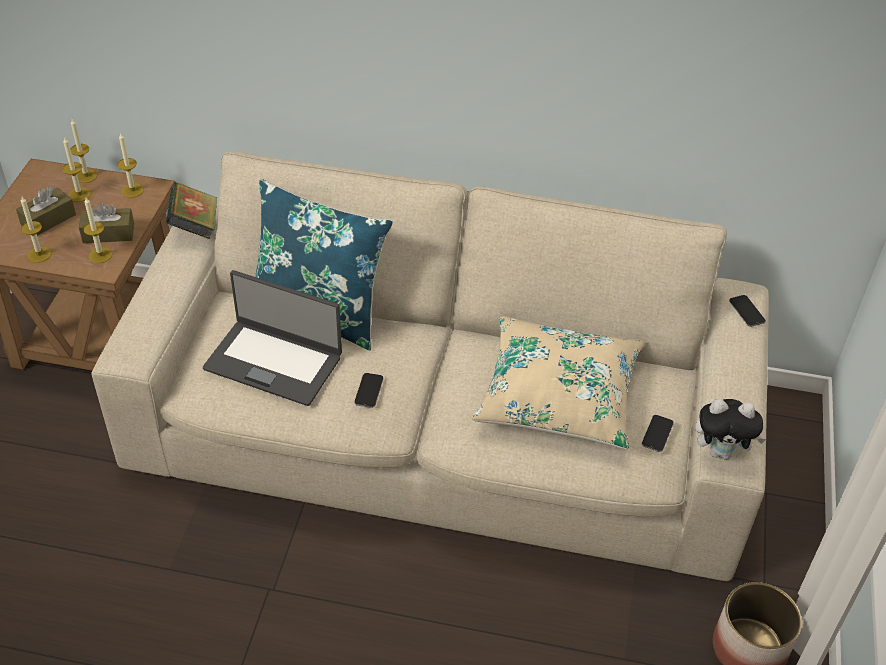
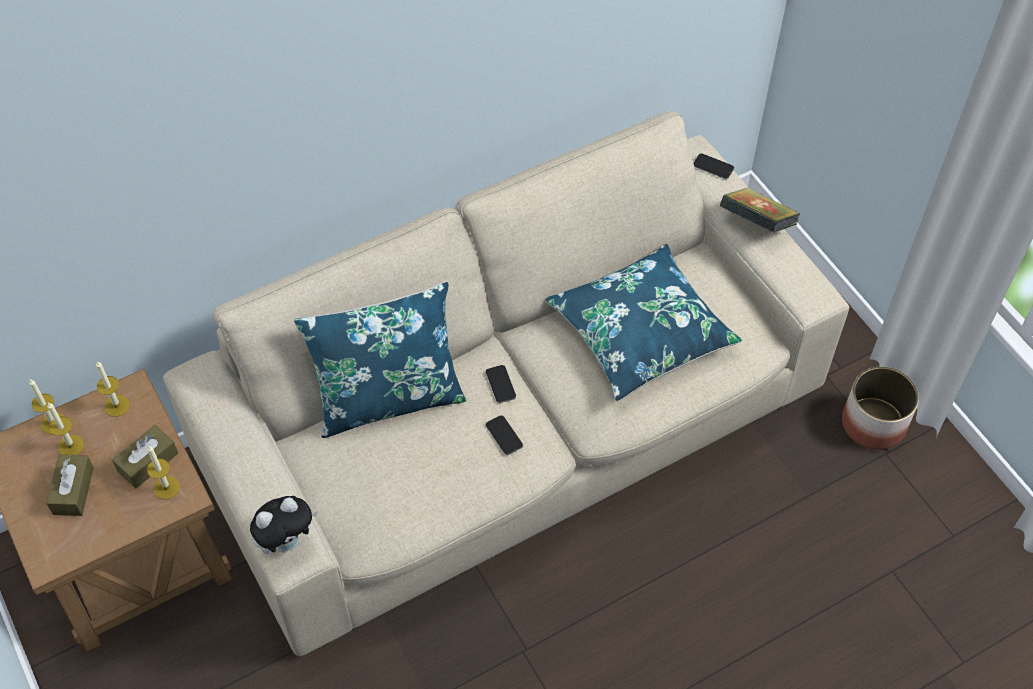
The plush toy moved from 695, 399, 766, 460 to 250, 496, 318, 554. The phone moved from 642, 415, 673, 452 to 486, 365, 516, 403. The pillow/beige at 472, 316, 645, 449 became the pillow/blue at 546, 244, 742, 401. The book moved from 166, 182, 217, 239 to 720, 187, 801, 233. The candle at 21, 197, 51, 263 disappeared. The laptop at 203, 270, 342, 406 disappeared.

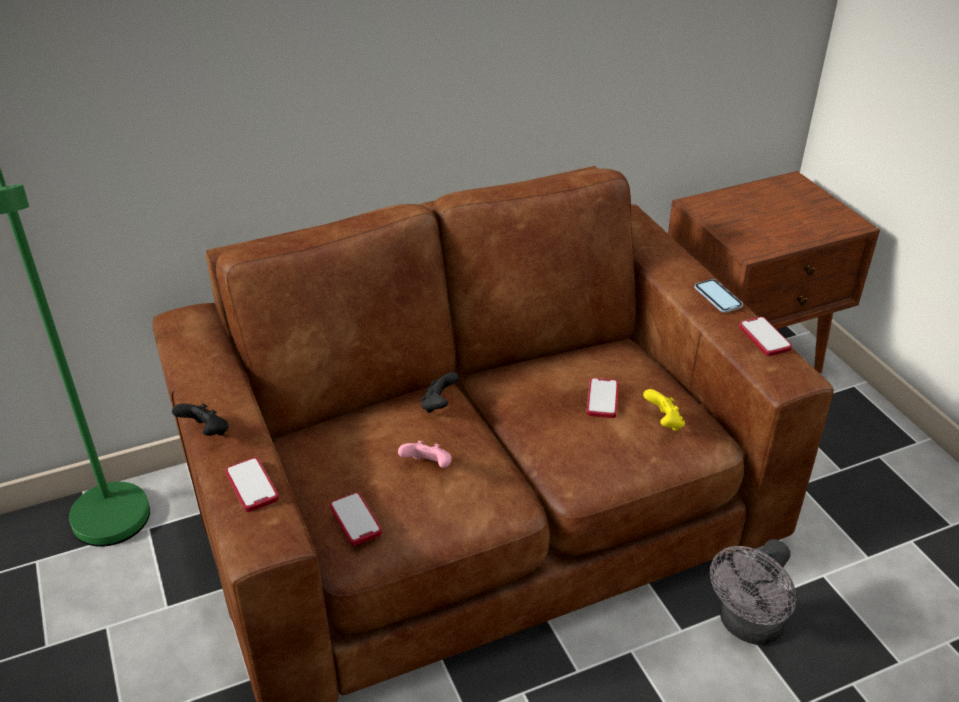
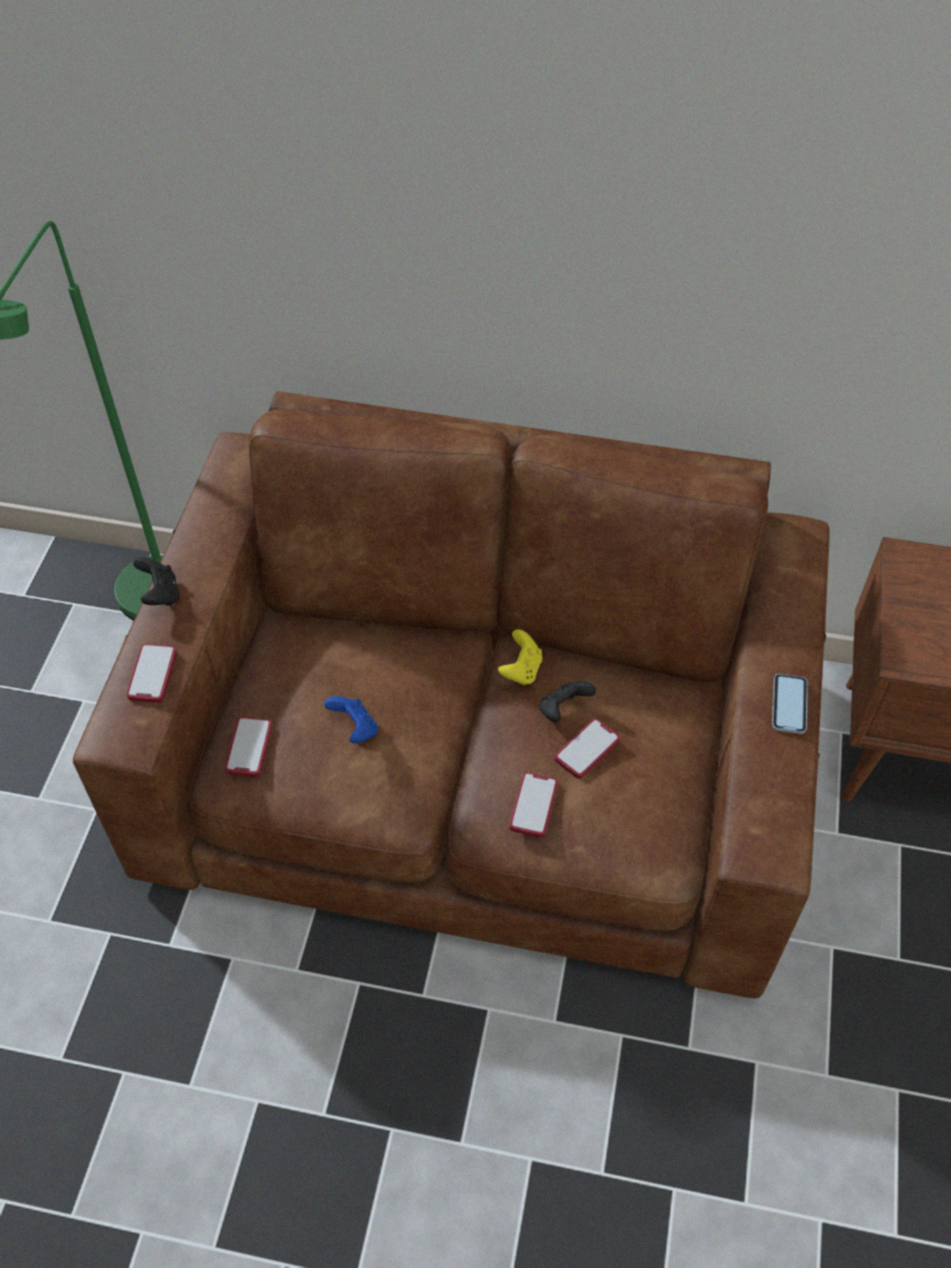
The game controller/pink at 398, 441, 452, 468 became the game controller/blue at 324, 696, 378, 743. The game controller/yellow moved from 643, 389, 685, 431 to 498, 629, 542, 685. The phone moved from 739, 317, 792, 356 to 509, 772, 558, 837. The game controller/black moved from 421, 372, 459, 413 to 539, 681, 596, 722. The fan/grey at 710, 539, 797, 645 disappeared.

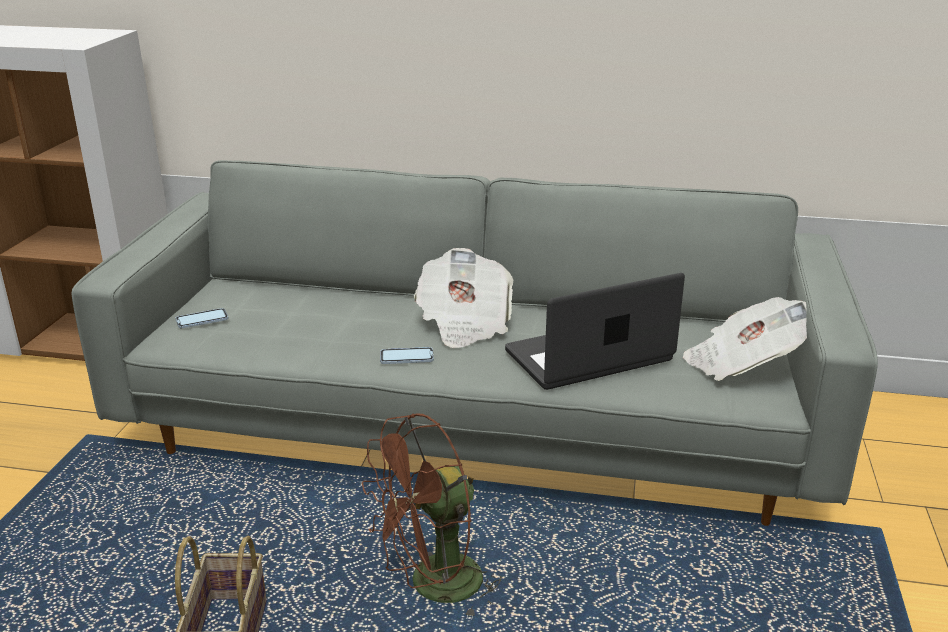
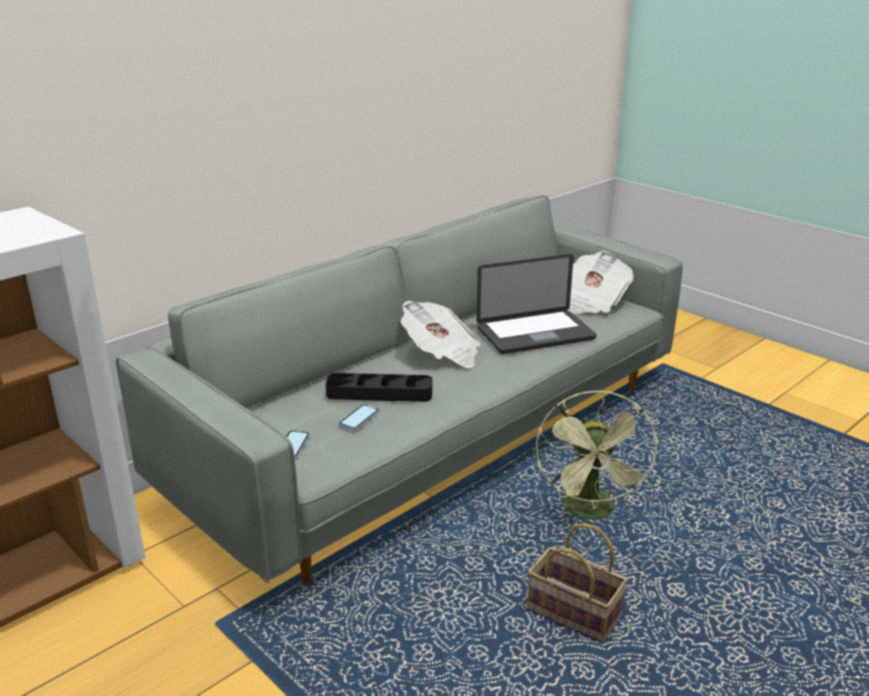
The tray/black at 325, 373, 433, 402 appeared. The phone moved from 380, 347, 434, 364 to 339, 404, 379, 431. The laptop at 505, 273, 685, 390 turned 120 degrees counterclockwise. The fan/brown at 362, 413, 502, 620 became the fan/green at 536, 390, 658, 520.

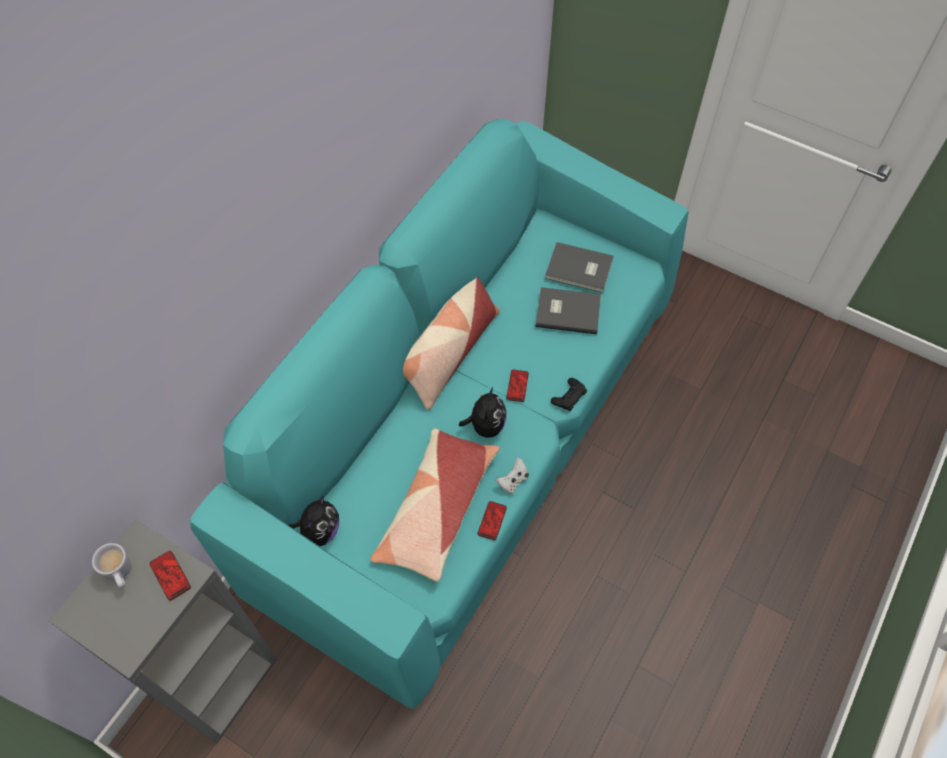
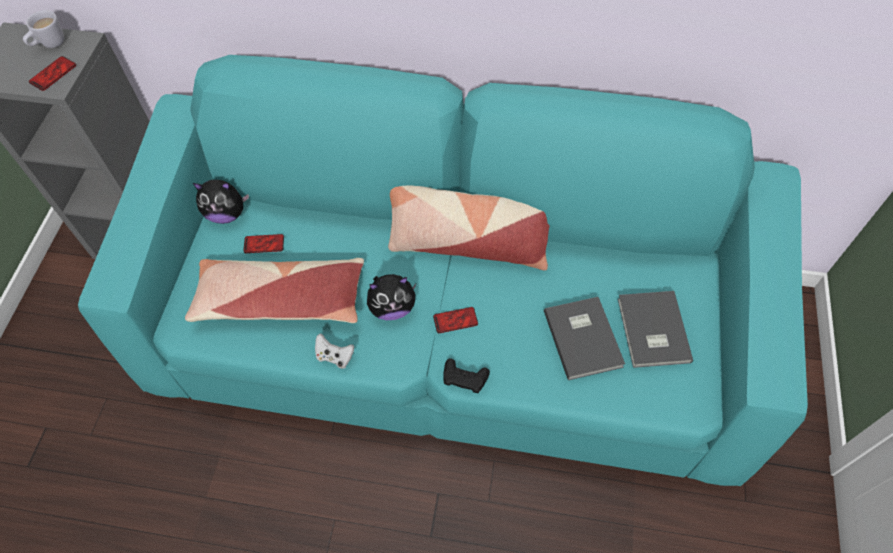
The phone moved from 478, 501, 507, 540 to 243, 234, 284, 253.

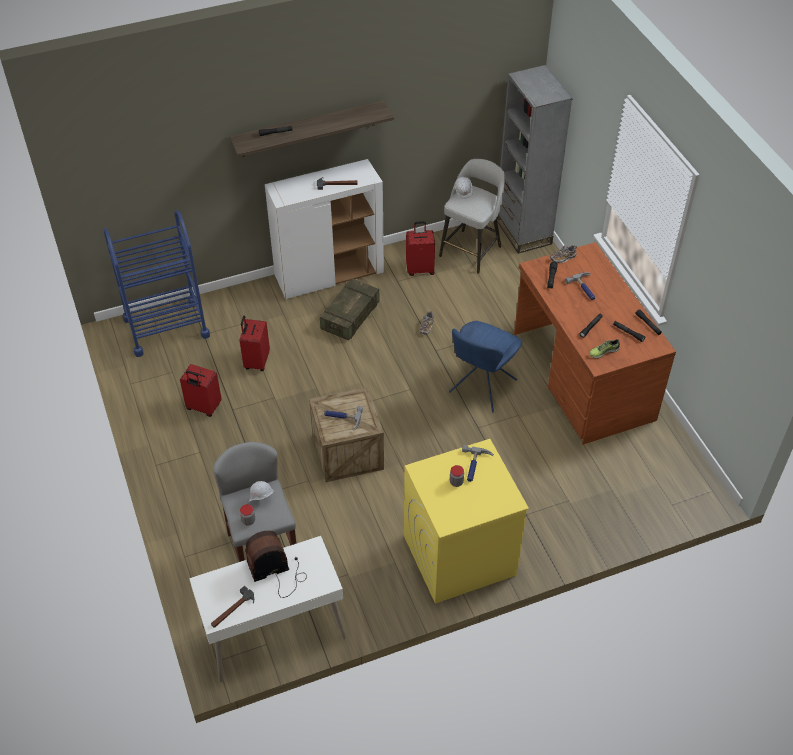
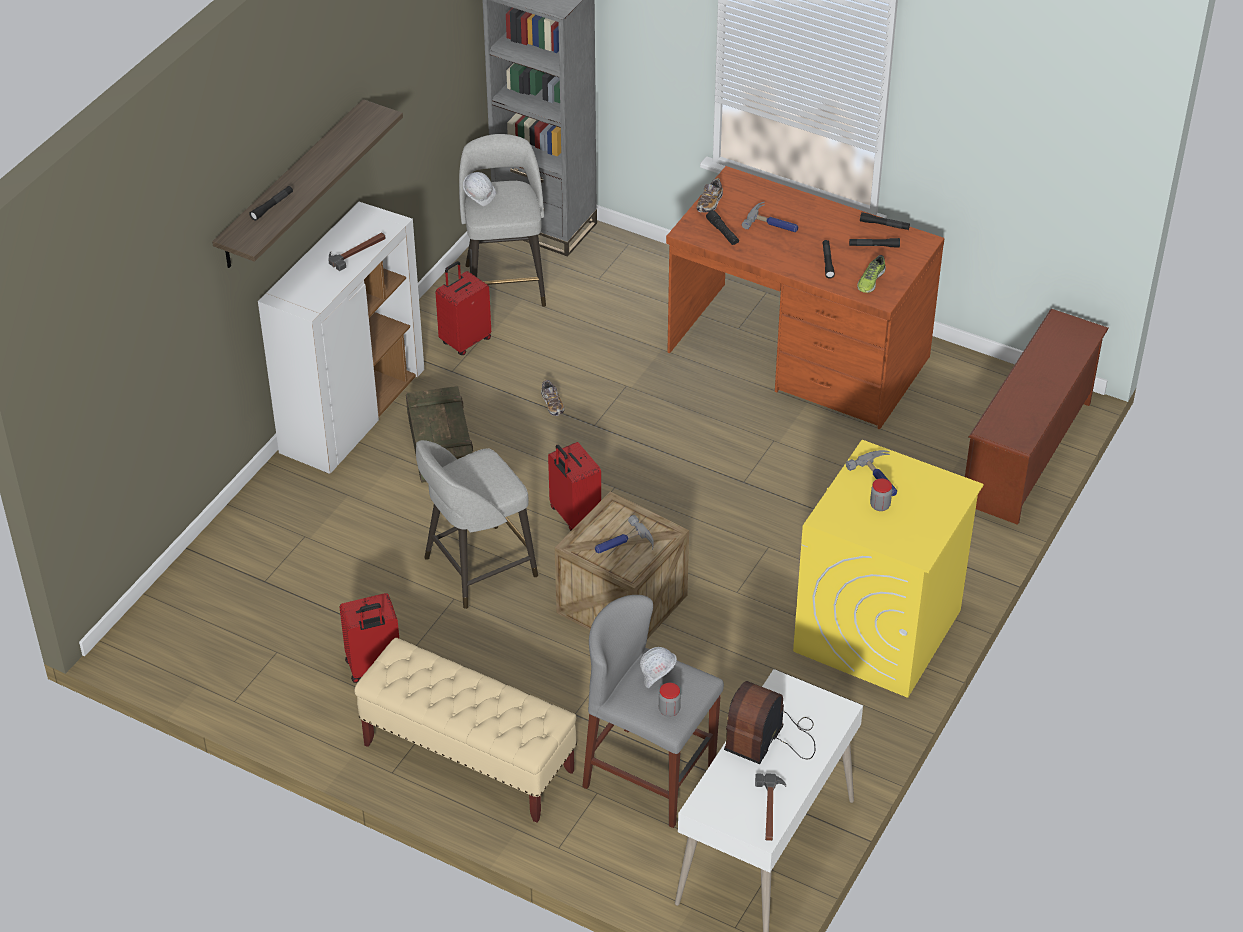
The bench/beige at 355, 638, 577, 823 appeared. The stool/grey at 416, 440, 538, 609 appeared. The suitcase/red moved from 240, 316, 270, 371 to 548, 442, 601, 531. The shoe rack/brown at 965, 309, 1109, 525 appeared. The cart/blue at 103, 210, 210, 357 disappeared. The chair/blue at 449, 321, 522, 413 disappeared.

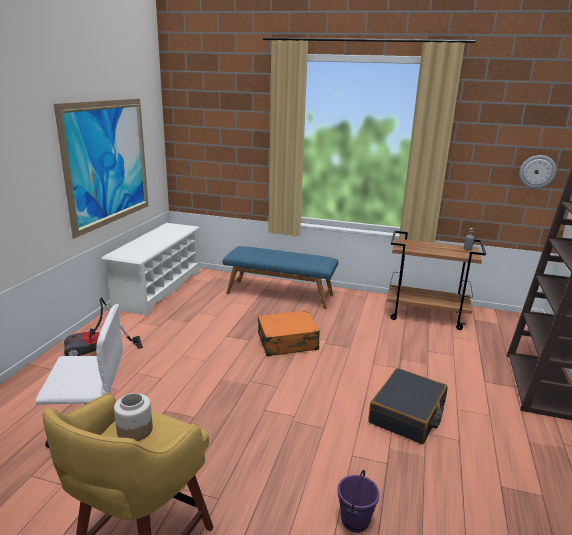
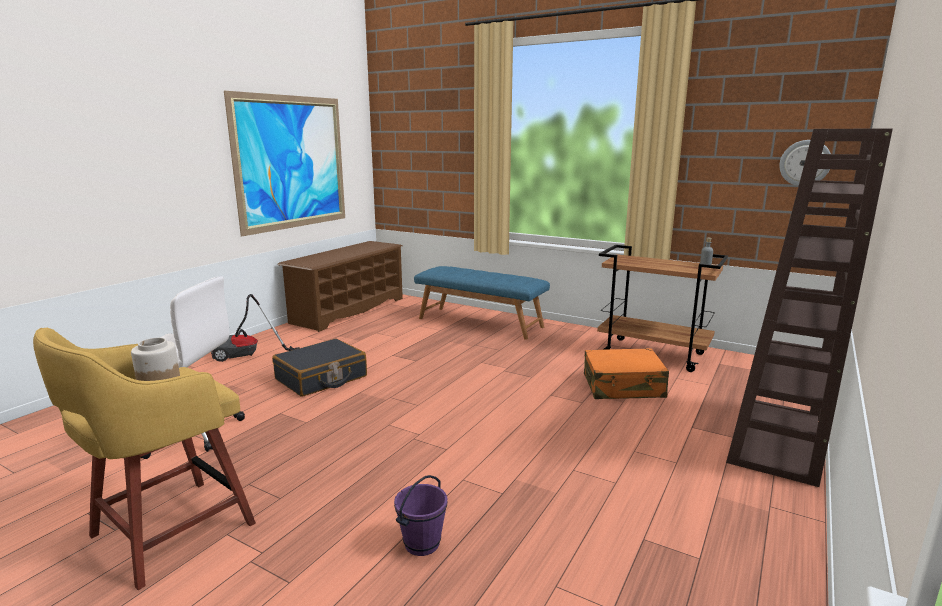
The suitcase/black moved from 369, 368, 447, 444 to 272, 339, 367, 397. The shoe rack/white at 101, 223, 200, 316 became the shoe rack/brown at 277, 241, 403, 332. The suitcase/orange moved from 258, 310, 320, 356 to 584, 348, 669, 399.

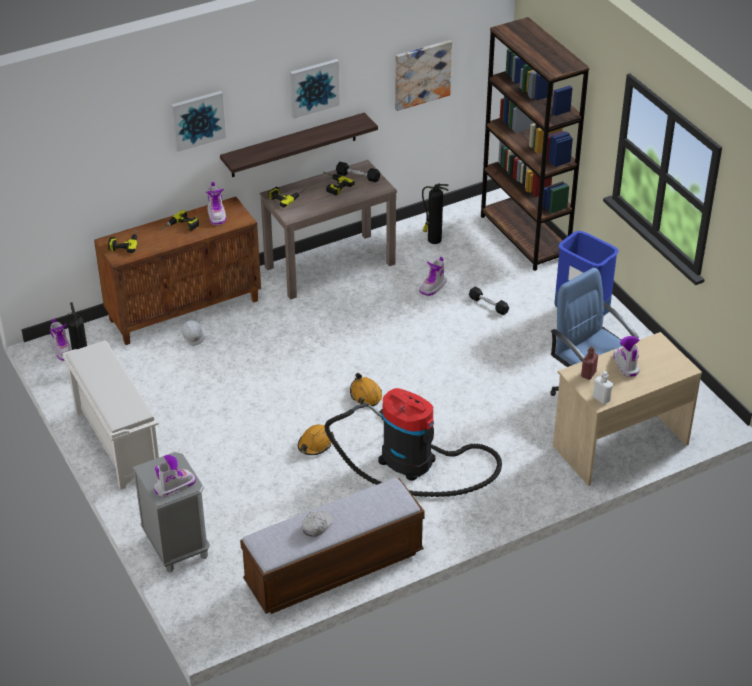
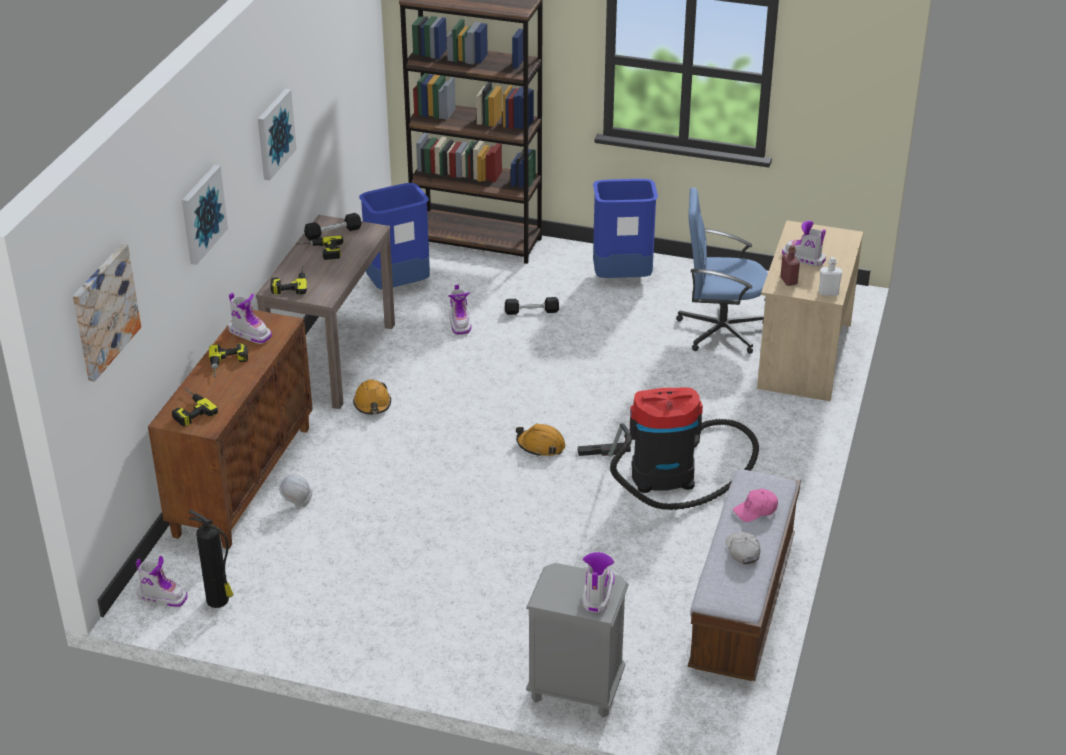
The picture moved from 395, 40, 452, 111 to 73, 244, 141, 382. The hard hat/orange moved from 298, 424, 334, 455 to 353, 379, 391, 414. The fire extinguisher at 422, 183, 449, 244 was replaced by the trash can/blue at 359, 183, 430, 289. The cap/pink at 733, 489, 778, 522 appeared. The shoe rack/white at 63, 340, 159, 490 disappeared. The shelf at 220, 112, 378, 177 disappeared.

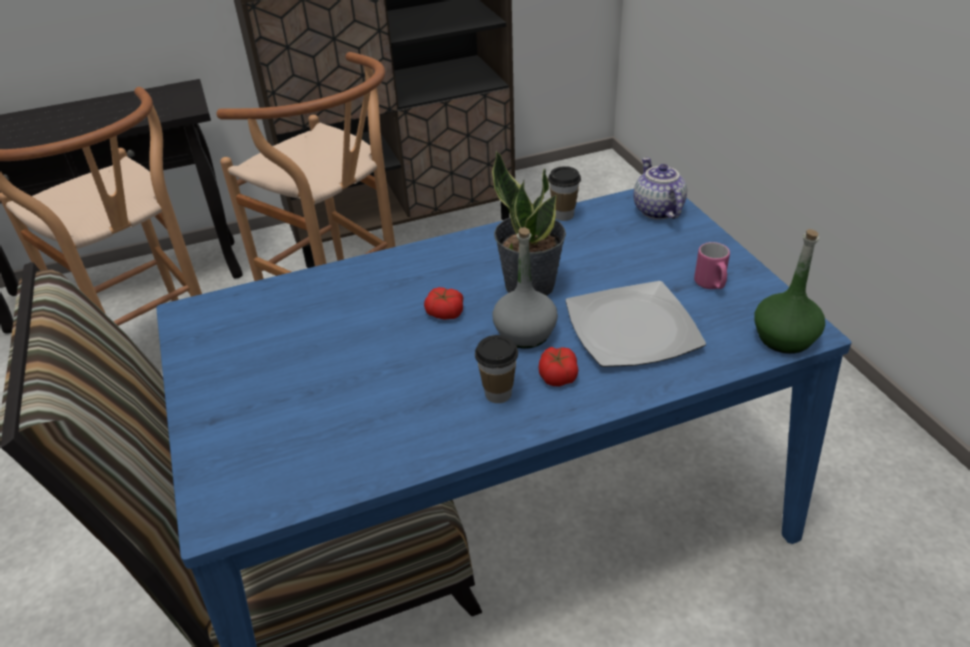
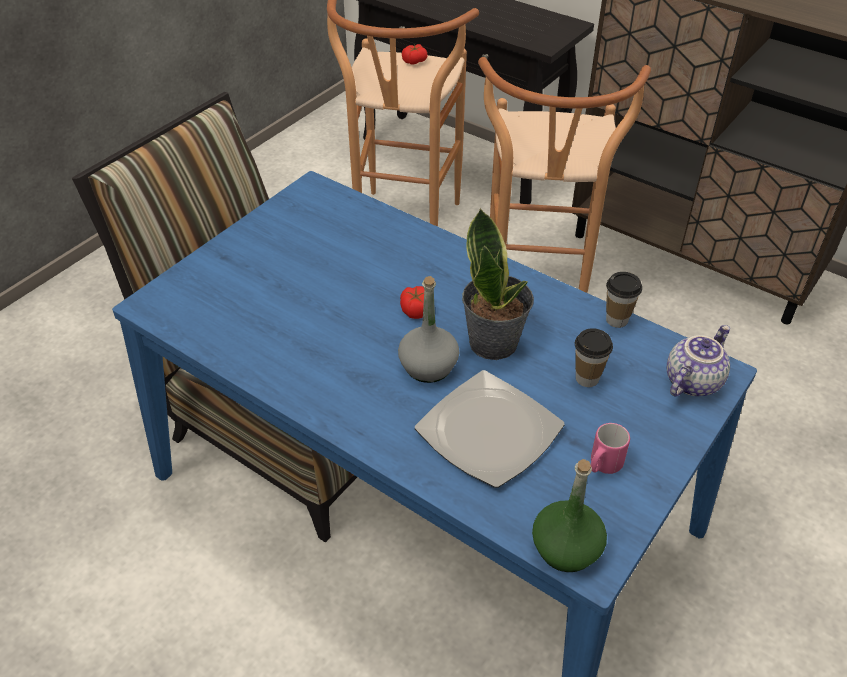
The tomato moved from 539, 347, 578, 387 to 402, 44, 428, 65. The cup moved from 475, 335, 518, 403 to 575, 328, 613, 387.

